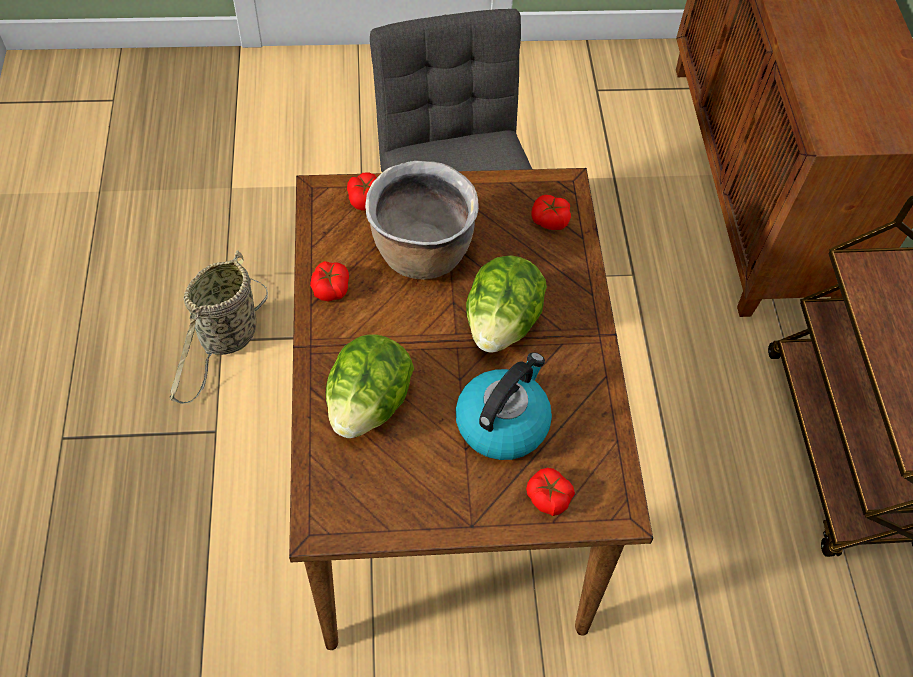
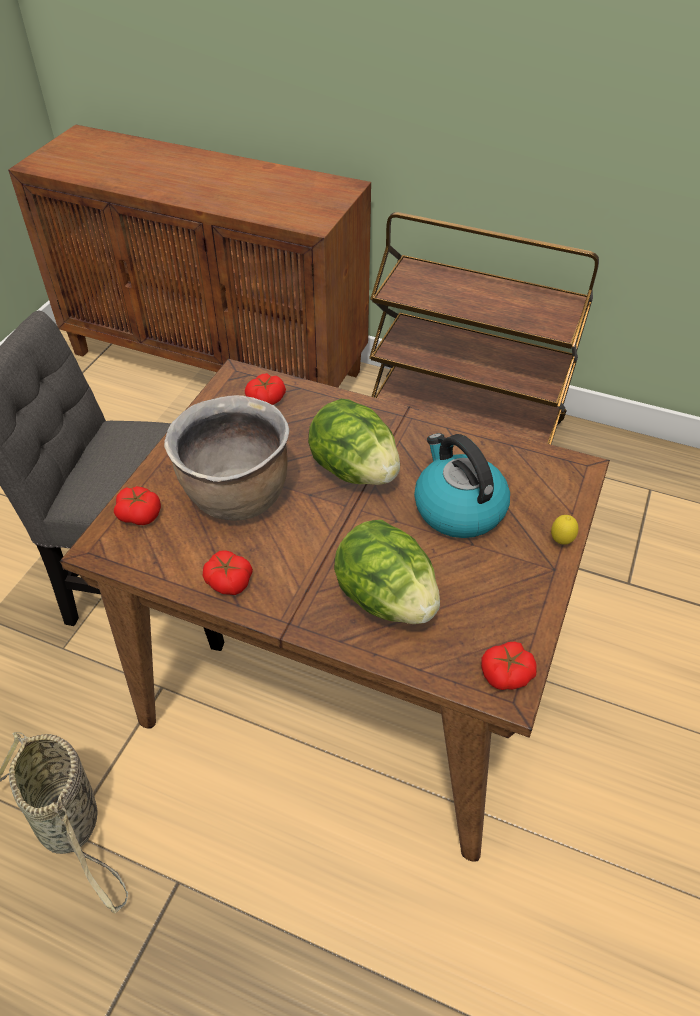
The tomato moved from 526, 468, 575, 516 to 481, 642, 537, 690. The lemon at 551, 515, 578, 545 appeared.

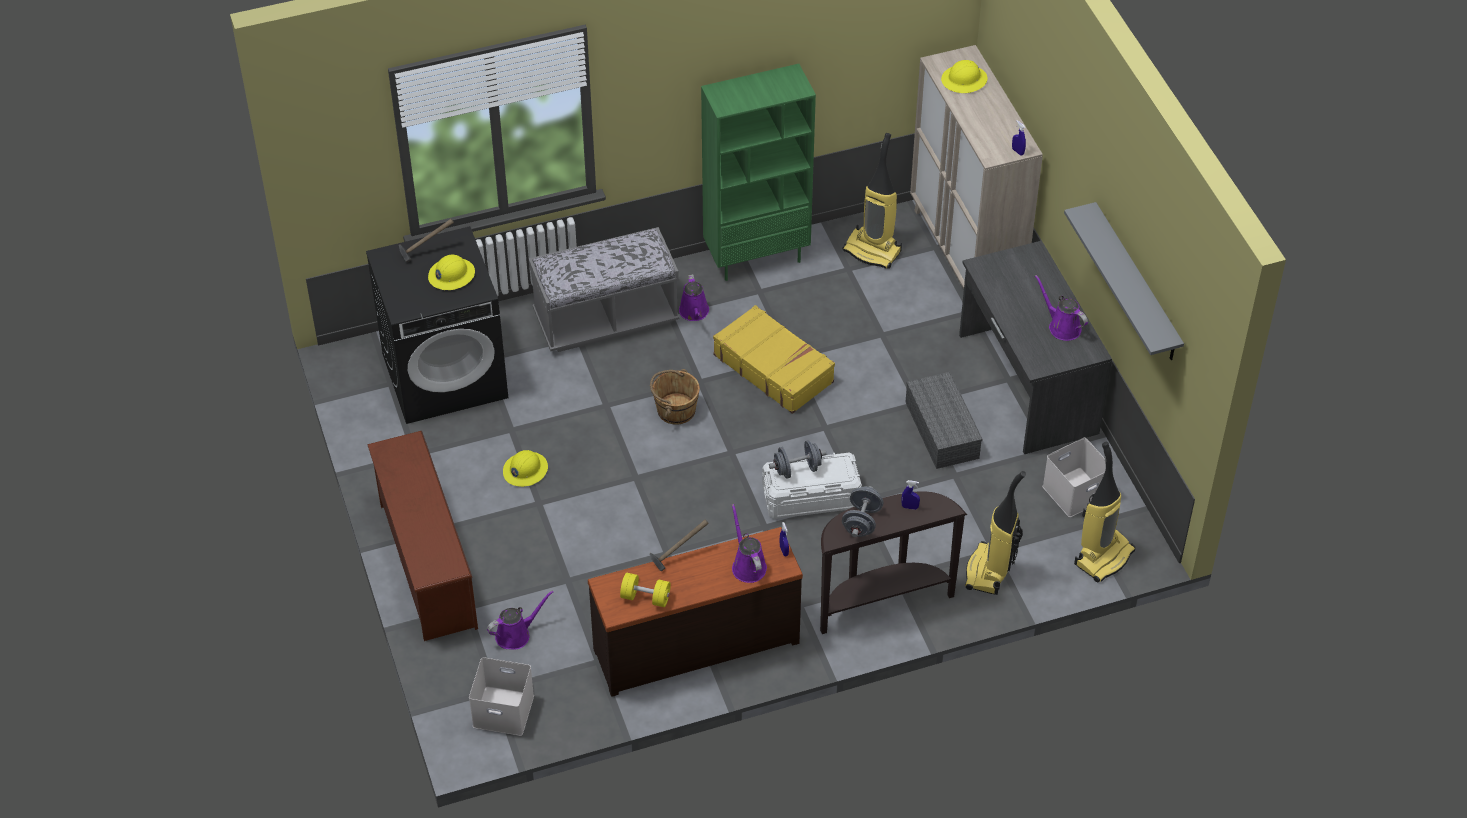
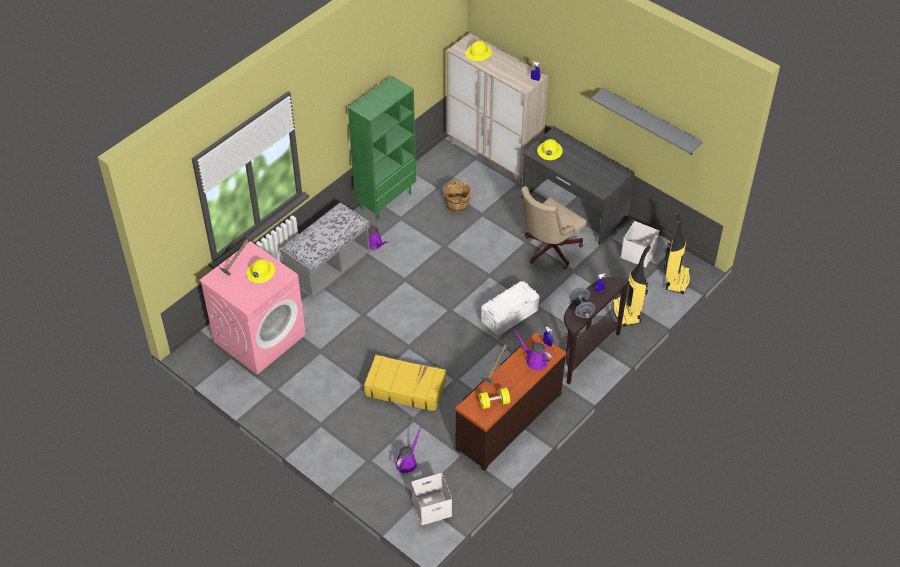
The washing machine/black at 366, 226, 508, 424 became the washing machine/pink at 199, 241, 306, 375. The suitcase/yellow moved from 713, 305, 835, 414 to 364, 355, 446, 412. The bucket/brown moved from 650, 369, 700, 425 to 443, 180, 471, 212. The storage box/grey at 906, 372, 983, 469 was replaced by the office chair/beige at 521, 186, 587, 269. The hard hat/yellow moved from 503, 450, 548, 487 to 537, 139, 563, 160. The shoe rack/brown at 367, 431, 478, 641 disappeared. The dumbbell/grey at 769, 440, 827, 479 disappeared. The vacuum cleaner at 842, 133, 902, 269 disappeared. The watering can/purple at 1035, 275, 1088, 341 disappeared.

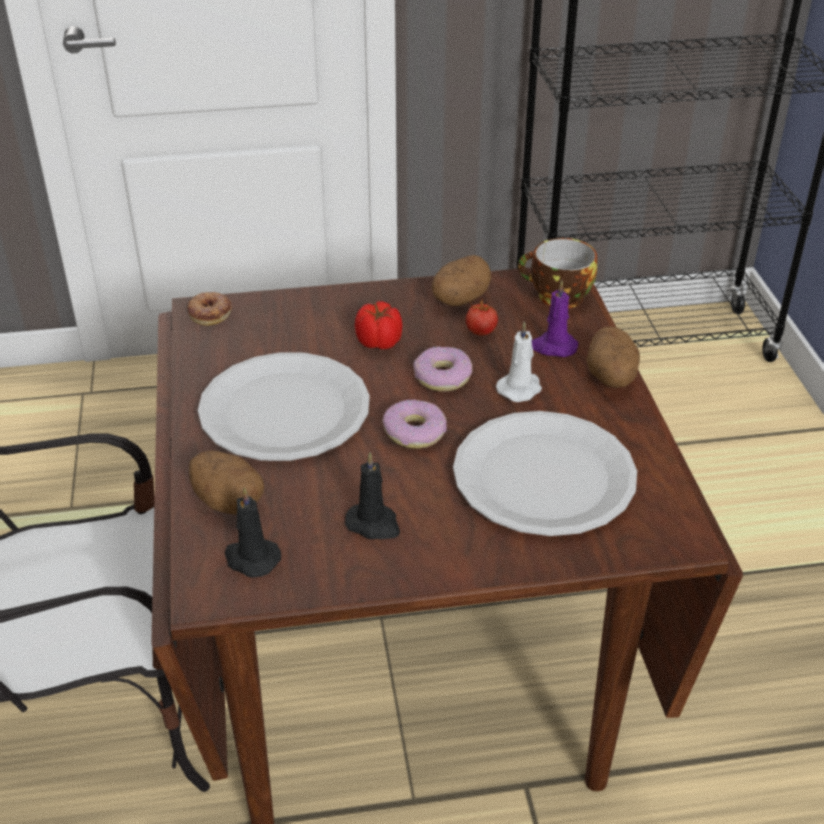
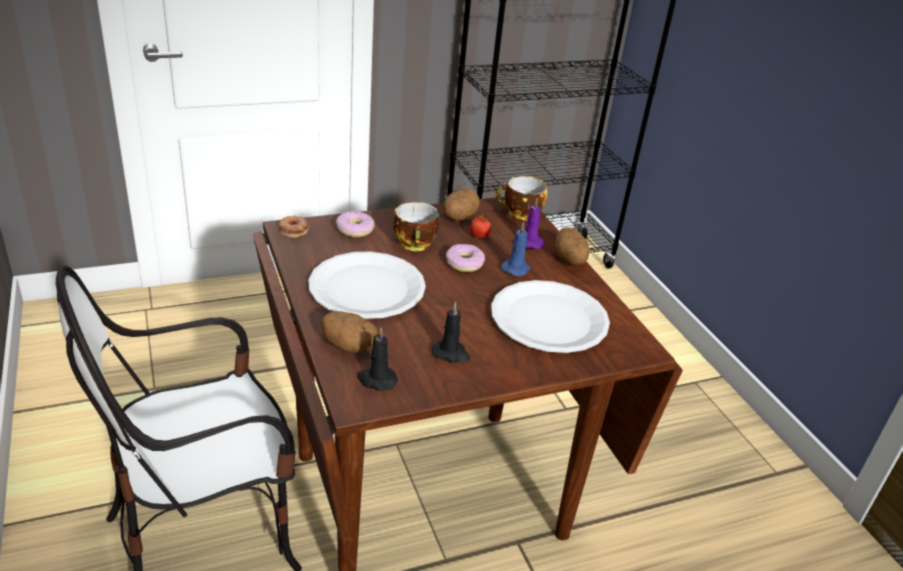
The donut moved from 382, 399, 447, 449 to 336, 211, 375, 237. The tomato at 355, 301, 403, 349 was replaced by the cup at 393, 202, 439, 251. The candle/white at 496, 321, 542, 402 became the candle/blue at 501, 222, 531, 276.

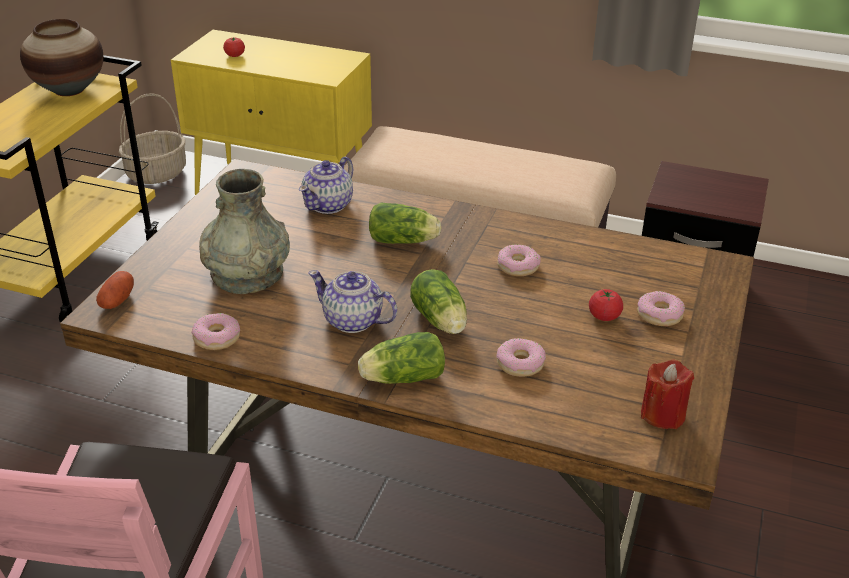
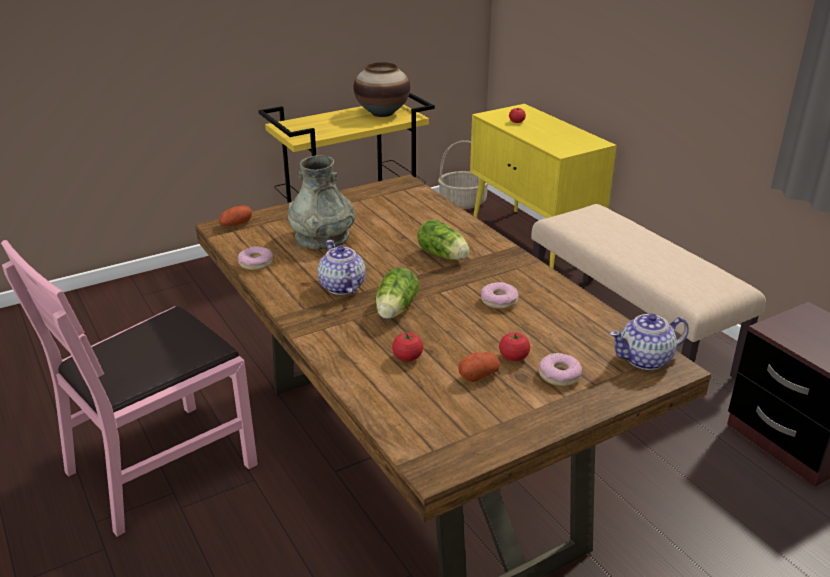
The donut at 496, 338, 546, 377 was replaced by the tomato at 392, 332, 423, 361. The potato at 458, 352, 501, 382 appeared. The teapot moved from 299, 157, 353, 214 to 610, 314, 689, 370. The lettuce at 358, 332, 445, 384 disappeared. The candle/red at 641, 359, 694, 429 disappeared.

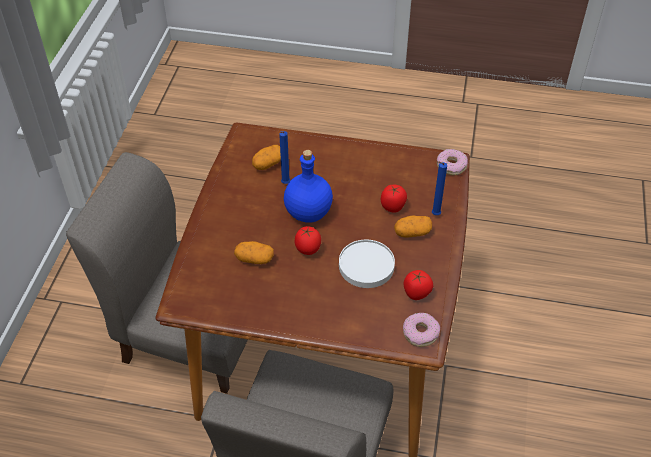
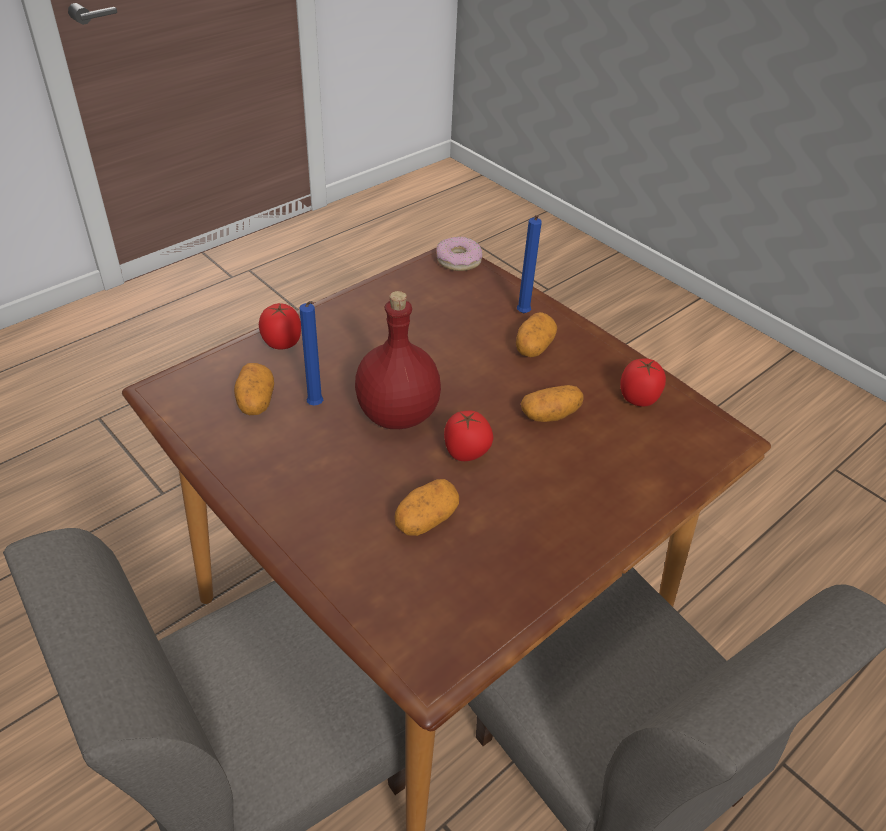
The tomato moved from 380, 185, 407, 213 to 259, 303, 301, 349. The bottle/blue at 284, 150, 333, 223 became the bottle/red at 355, 291, 441, 429. The plate/white at 339, 240, 395, 288 was replaced by the potato at 521, 385, 584, 422. The donut at 403, 313, 440, 347 disappeared.

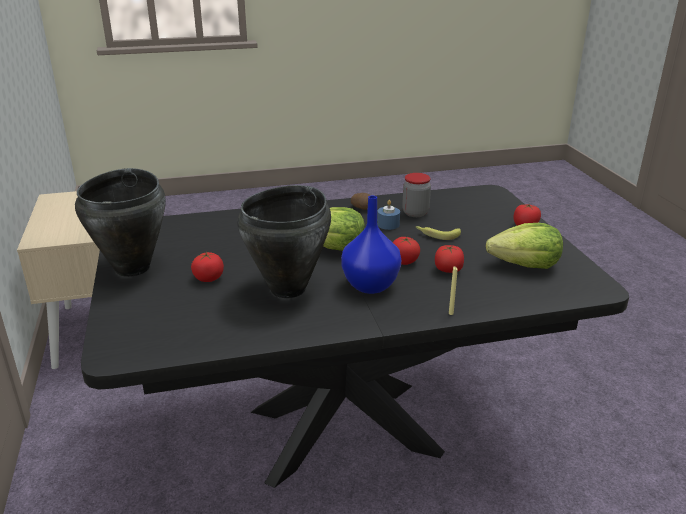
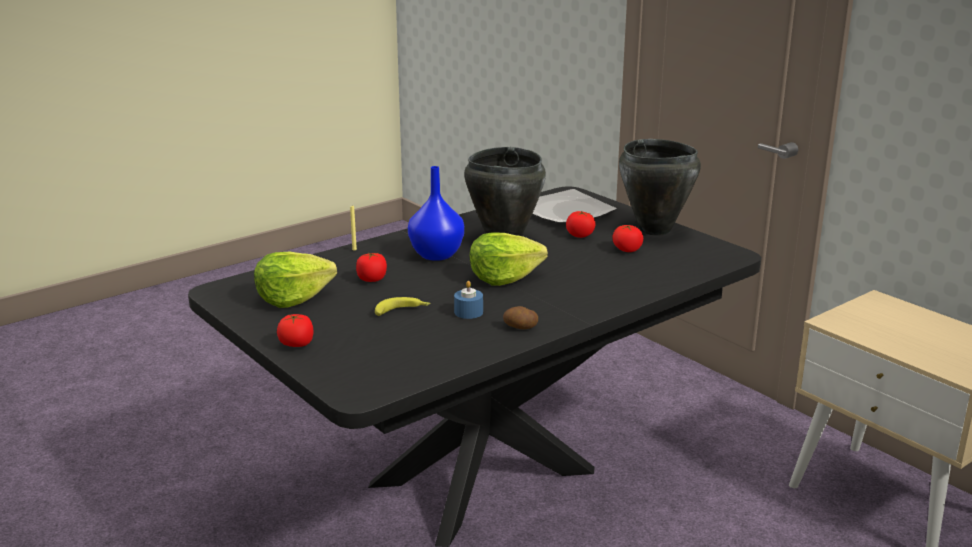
The plate at 532, 189, 617, 224 appeared. The tomato moved from 393, 237, 420, 265 to 612, 225, 643, 252. The jar at 402, 173, 431, 217 disappeared.

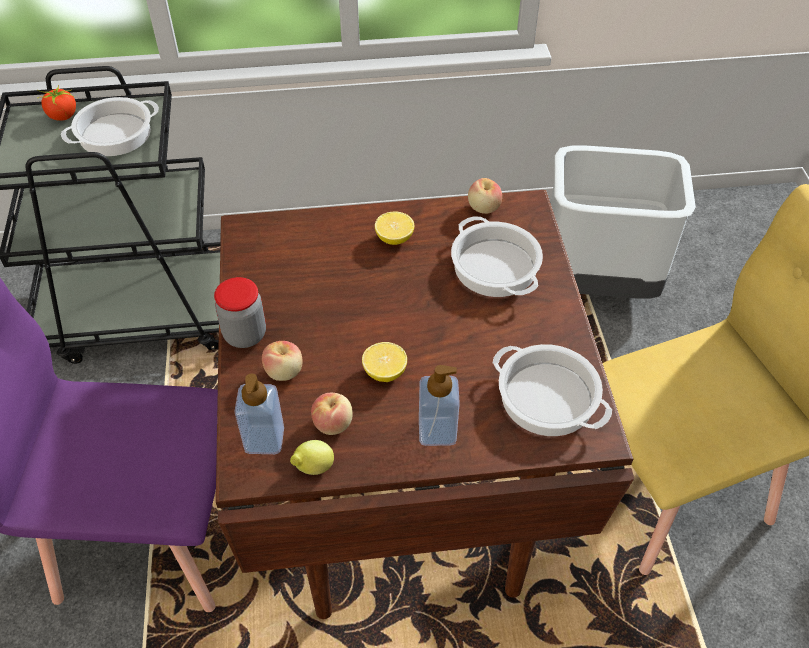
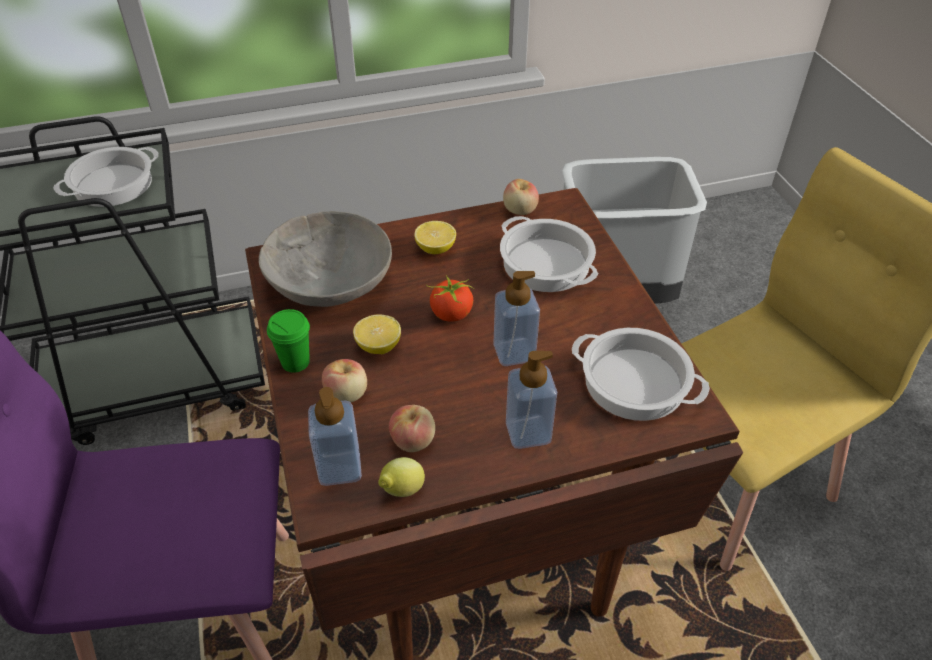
The bowl/grey at 259, 211, 392, 307 appeared. The jar at 214, 277, 266, 348 was replaced by the cup/green at 267, 309, 310, 373. The lemon moved from 362, 342, 407, 382 to 353, 314, 401, 354. The tomato moved from 37, 85, 76, 121 to 426, 275, 474, 322. The soap dispenser at 493, 271, 540, 366 appeared.

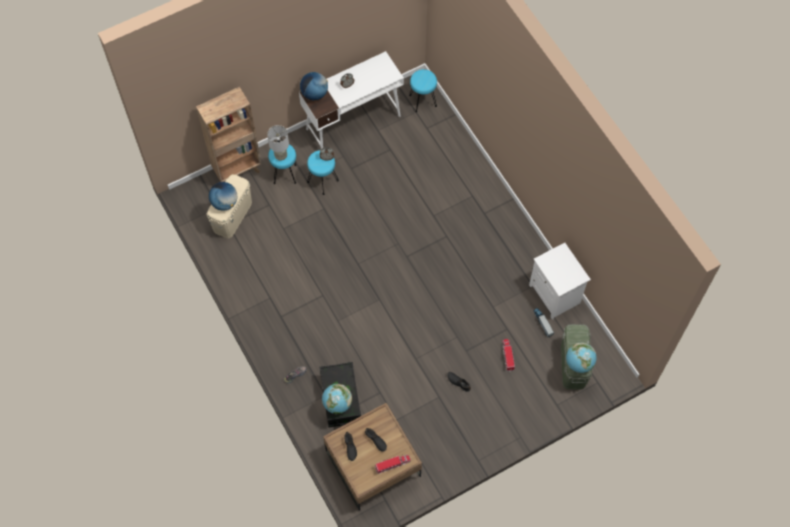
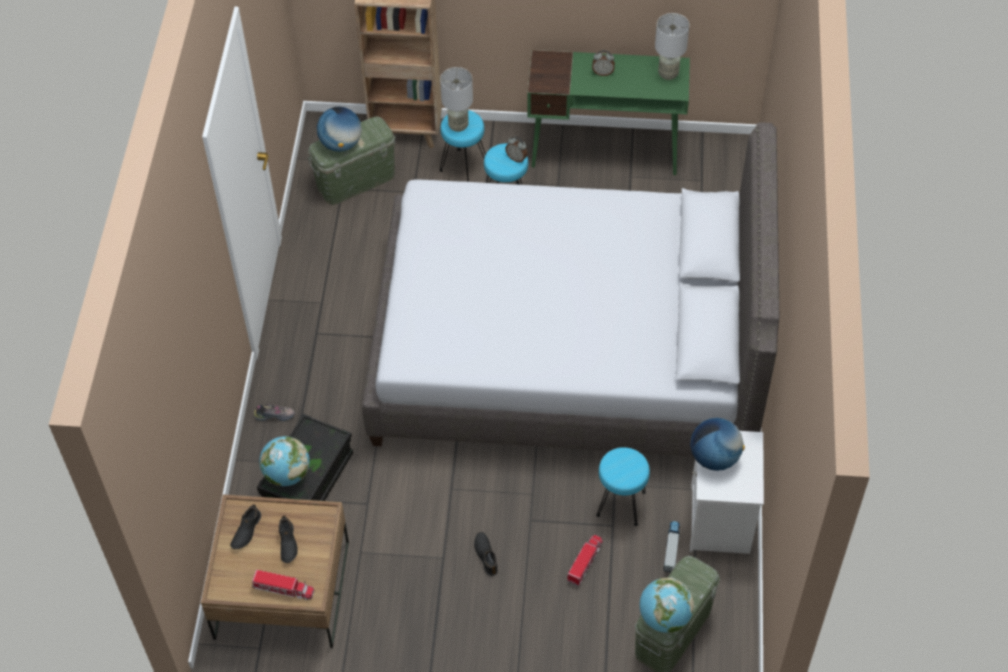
The storage box/beige at 207, 174, 252, 238 became the storage box/green at 307, 116, 396, 205. The bed/grey at 362, 122, 779, 456 appeared. The desk/white at 299, 51, 404, 149 became the desk/green at 527, 50, 690, 175. The stool/turquoise moved from 409, 69, 437, 113 to 596, 447, 650, 526. The table lamp/grey at 655, 13, 689, 80 appeared. The globe moved from 300, 72, 328, 100 to 690, 418, 745, 471.

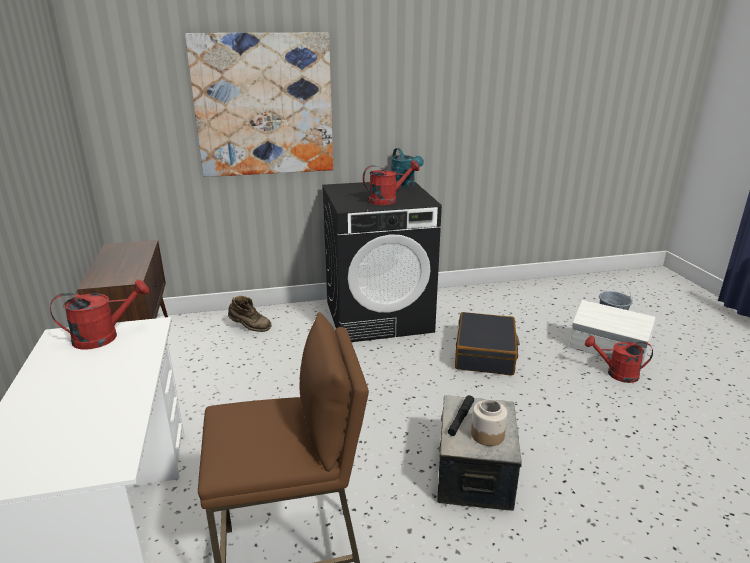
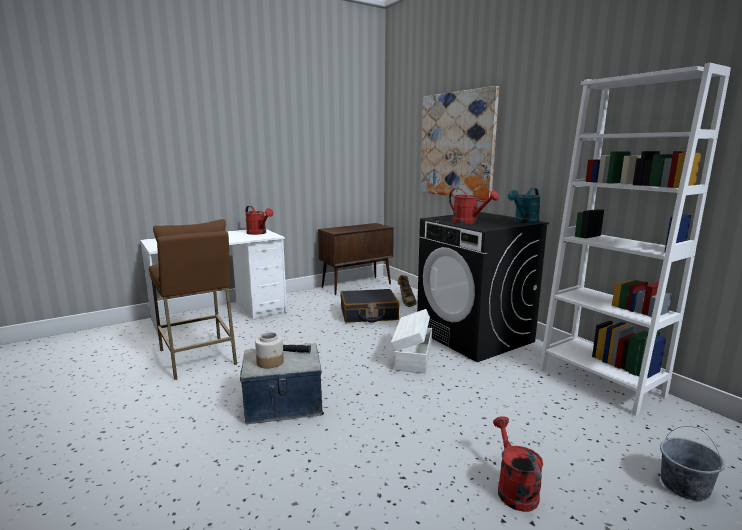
The suitcase/black moved from 455, 312, 520, 376 to 340, 289, 399, 323. The storage box/white moved from 570, 300, 655, 366 to 391, 309, 432, 373. The bookcase/white at 539, 63, 731, 416 appeared.

